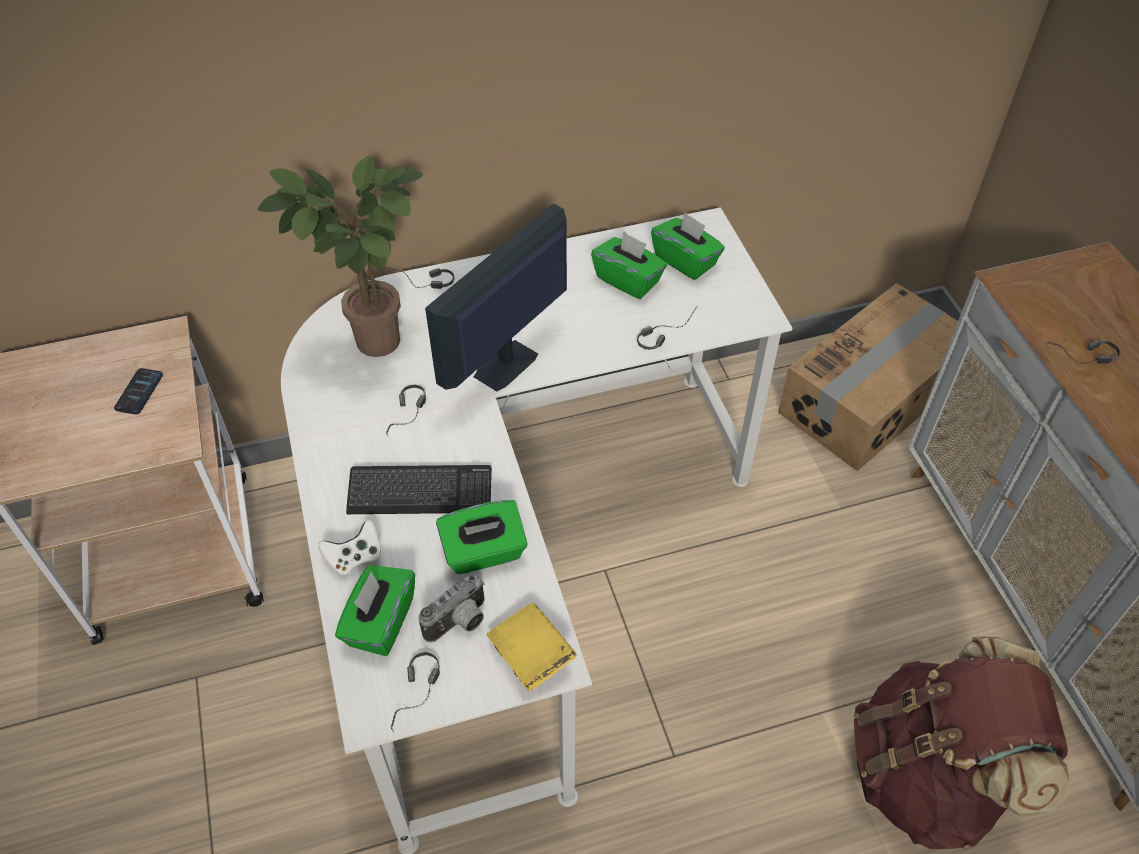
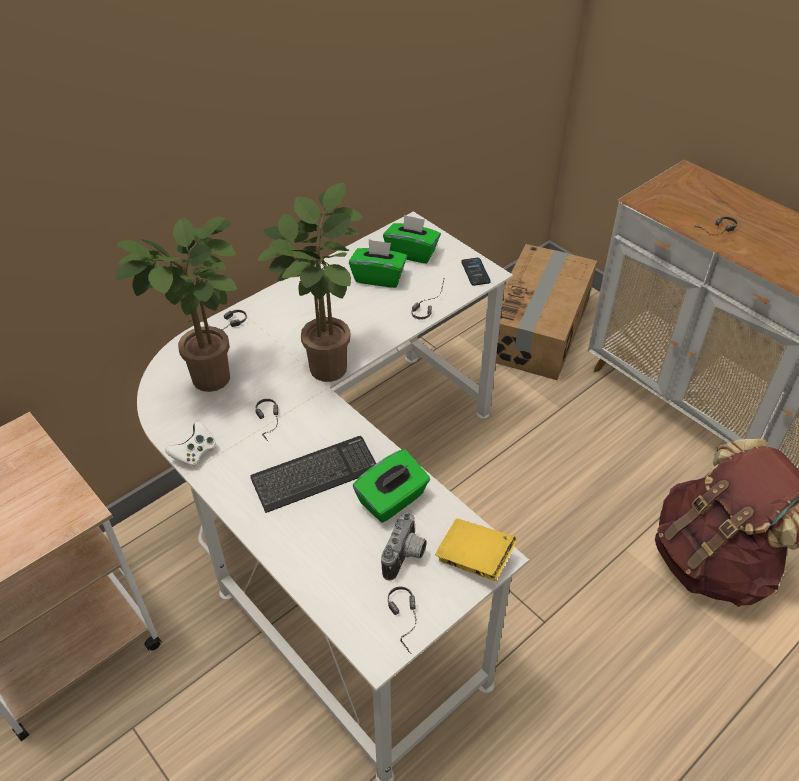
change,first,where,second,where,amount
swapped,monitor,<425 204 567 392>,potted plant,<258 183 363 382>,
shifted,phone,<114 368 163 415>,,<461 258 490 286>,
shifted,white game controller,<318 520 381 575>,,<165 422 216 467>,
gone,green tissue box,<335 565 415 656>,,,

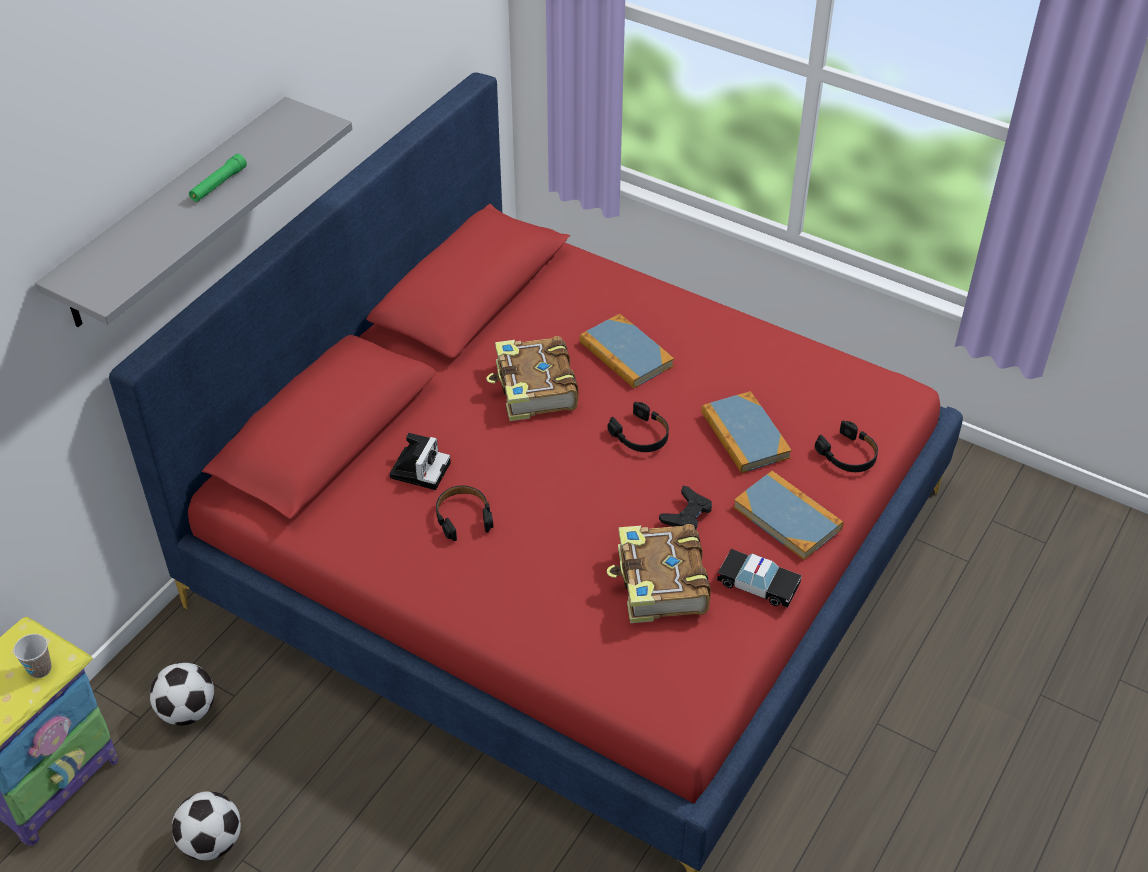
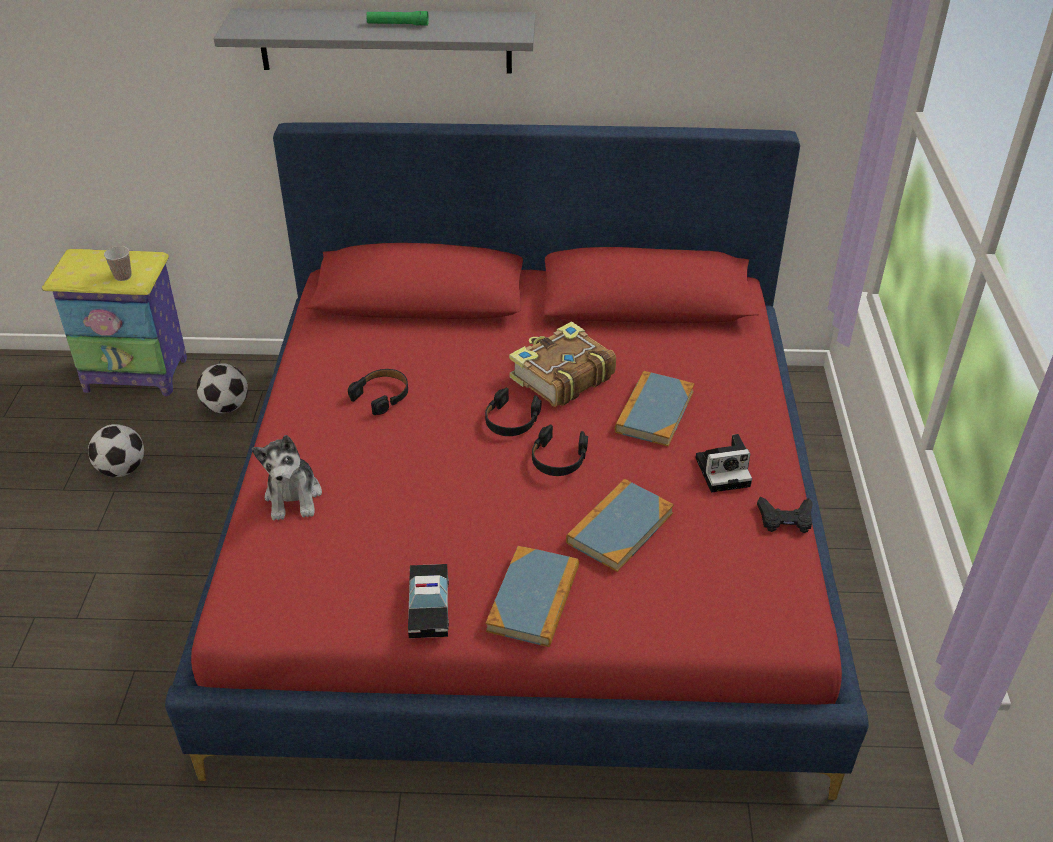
change,first,where,second,where,amount
shifted,black headphones,<815 420 878 472>,,<485 388 542 436>,
shifted,photo camera,<390 433 451 490>,,<696 434 752 492>,
shifted,black game controller,<659 485 712 530>,,<757 496 813 533>,
gone,book,<607 524 711 623>,,,
new,,,plush toy,<252 435 322 521>,

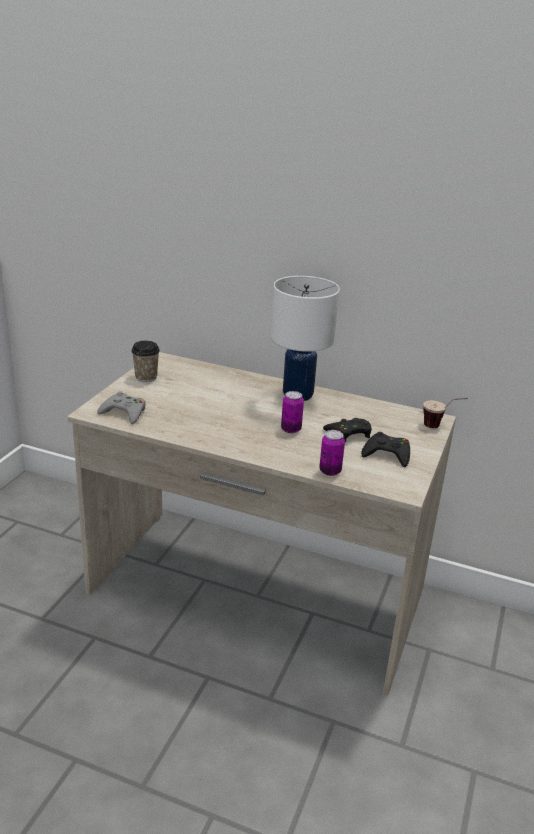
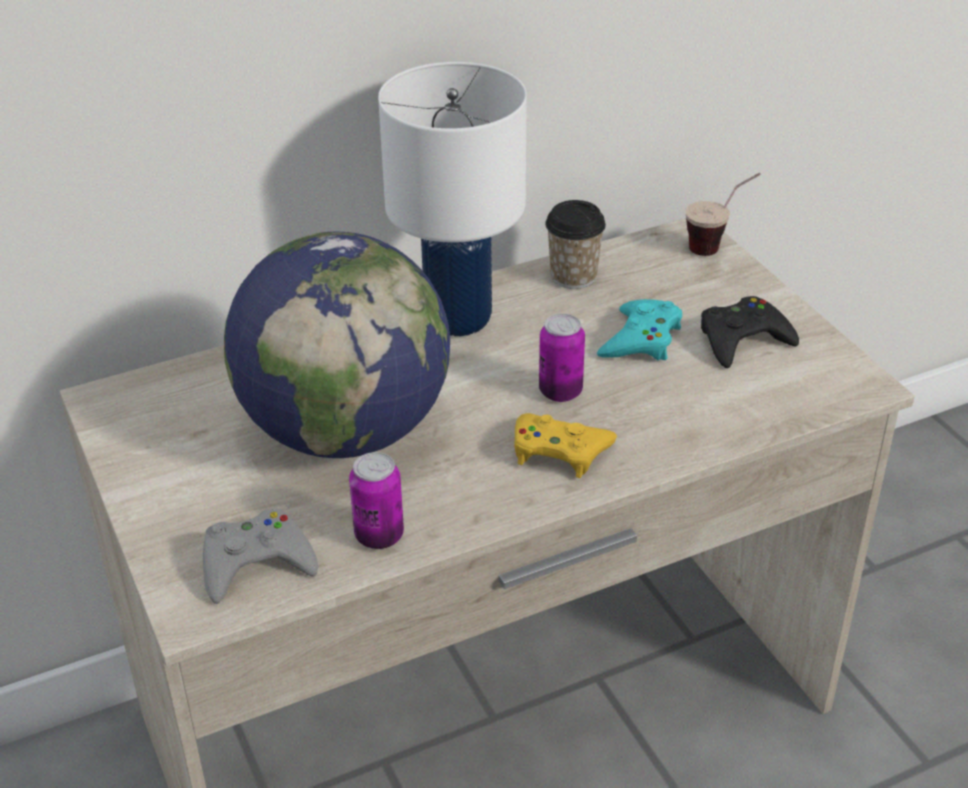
change,first,where,second,where,amount
shifted,cup,<131 341 160 382>,,<545 200 606 289>,
repainted,black game controller,<323 418 372 442>,turquoise game controller,<597 299 682 361>,
shifted,can,<319 430 345 476>,,<349 452 404 549>,
new,,,globe,<224 232 450 458>,
new,,,yellow game controller,<515 413 617 478>,

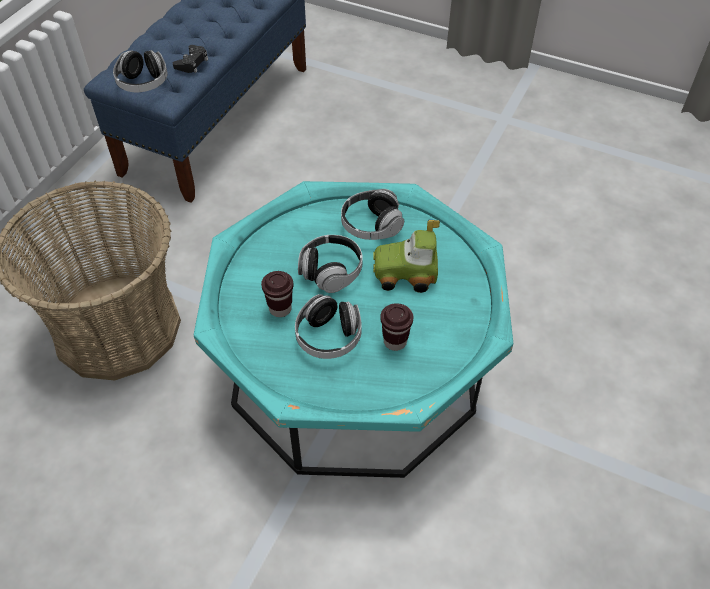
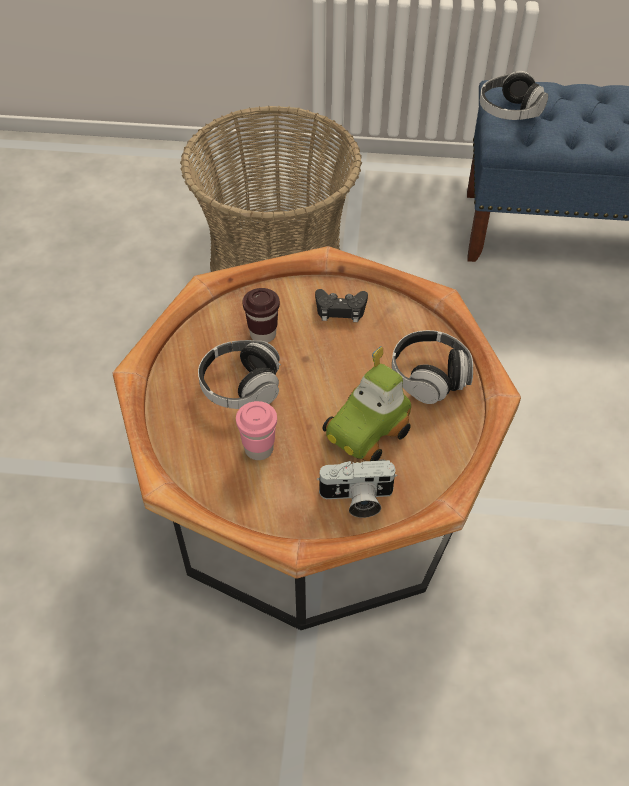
change,first,where,second,where,amount
shifted,black game controller,<173 45 208 73>,,<315 289 368 322>,
repainted,turquoise coffee table,<194 181 513 478>,brown coffee table,<112 246 521 630>,
rotated,toy car,<373 219 440 293>,,<322 346 411 461>,120 degrees counterclockwise
gone,headphones,<298 235 362 293>,,,
repainted,brown cup,<380 303 413 351>,pink cup,<236 401 277 460>,
new,,,photo camera,<317 459 398 518>,

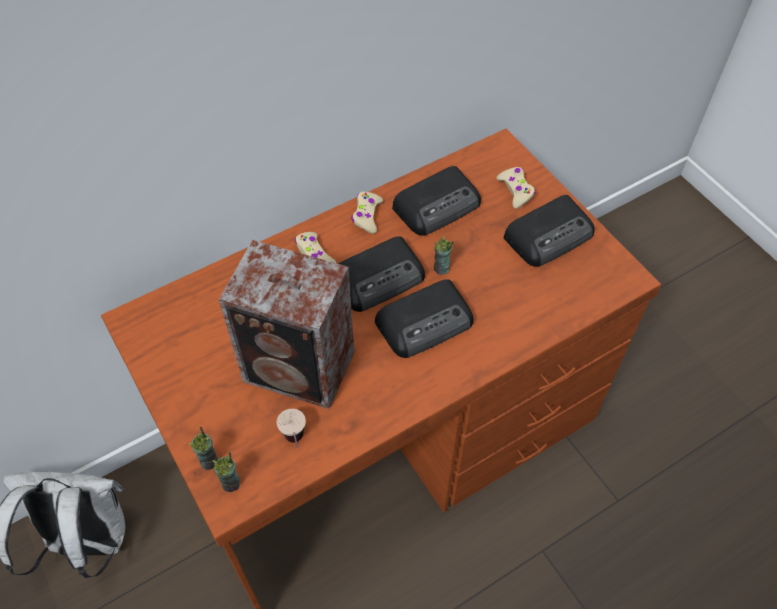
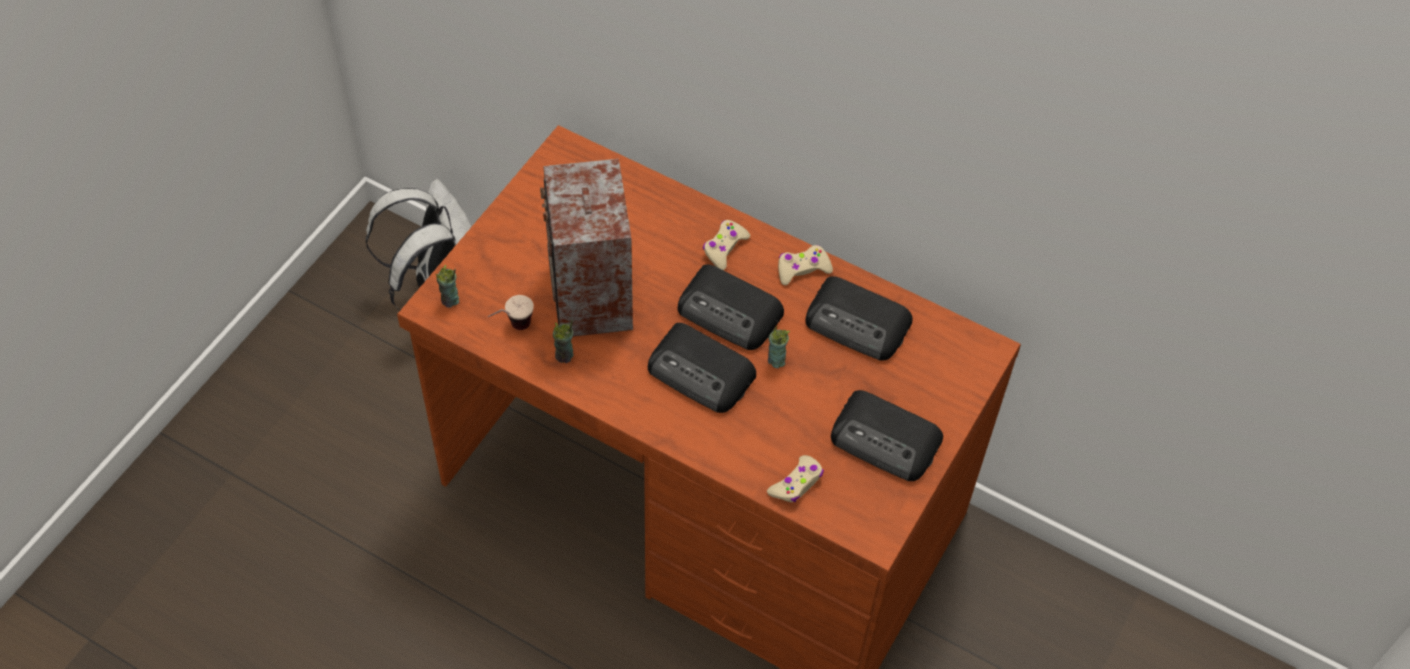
change,first,where,second,where,amount
shifted,beige game controller,<496 167 535 209>,,<767 455 824 502>,
shifted,cup,<188 426 218 470>,,<553 320 574 363>,

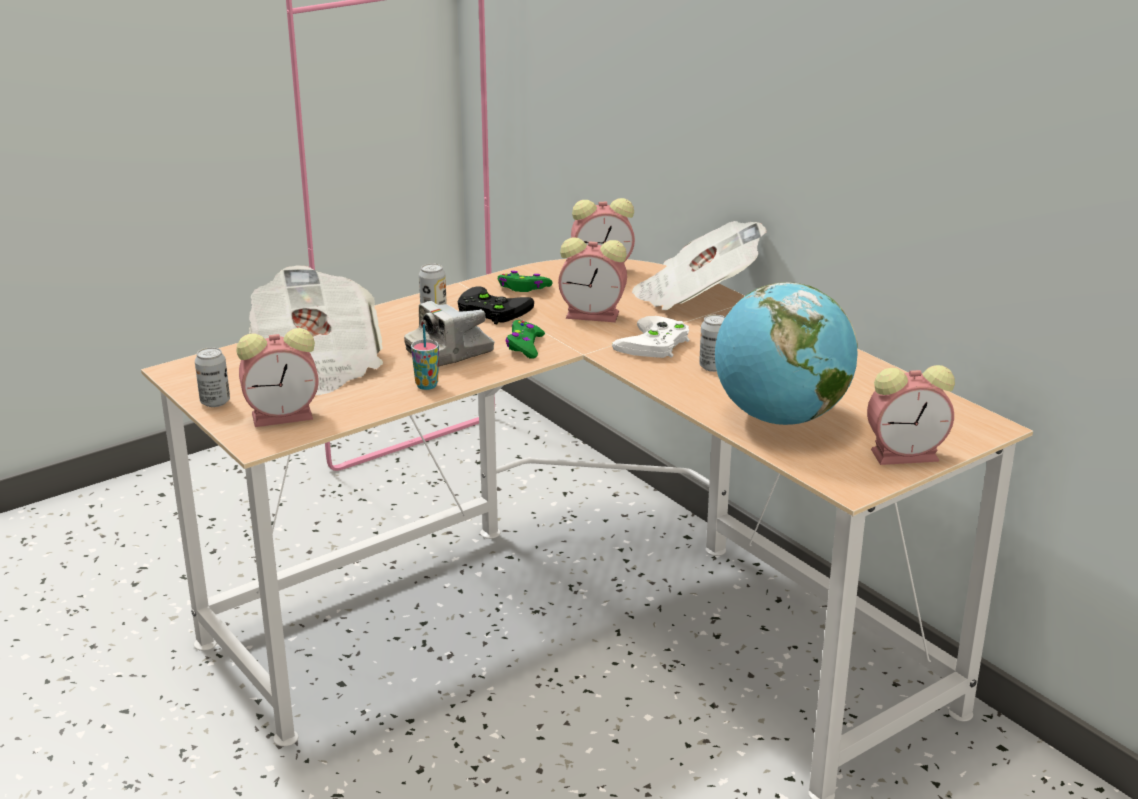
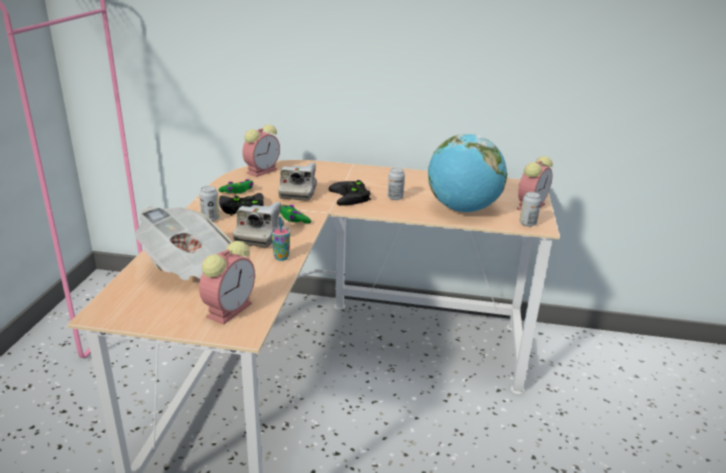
change,first,where,second,where,amount
gone,newspaper,<632 221 767 310>,,,
swapped,alarm clock,<558 237 627 322>,photo camera,<278 163 317 201>,
repainted,white game controller,<612 316 690 358>,black game controller,<328 180 371 206>,
shifted,can,<195 347 230 407>,,<520 192 541 227>,

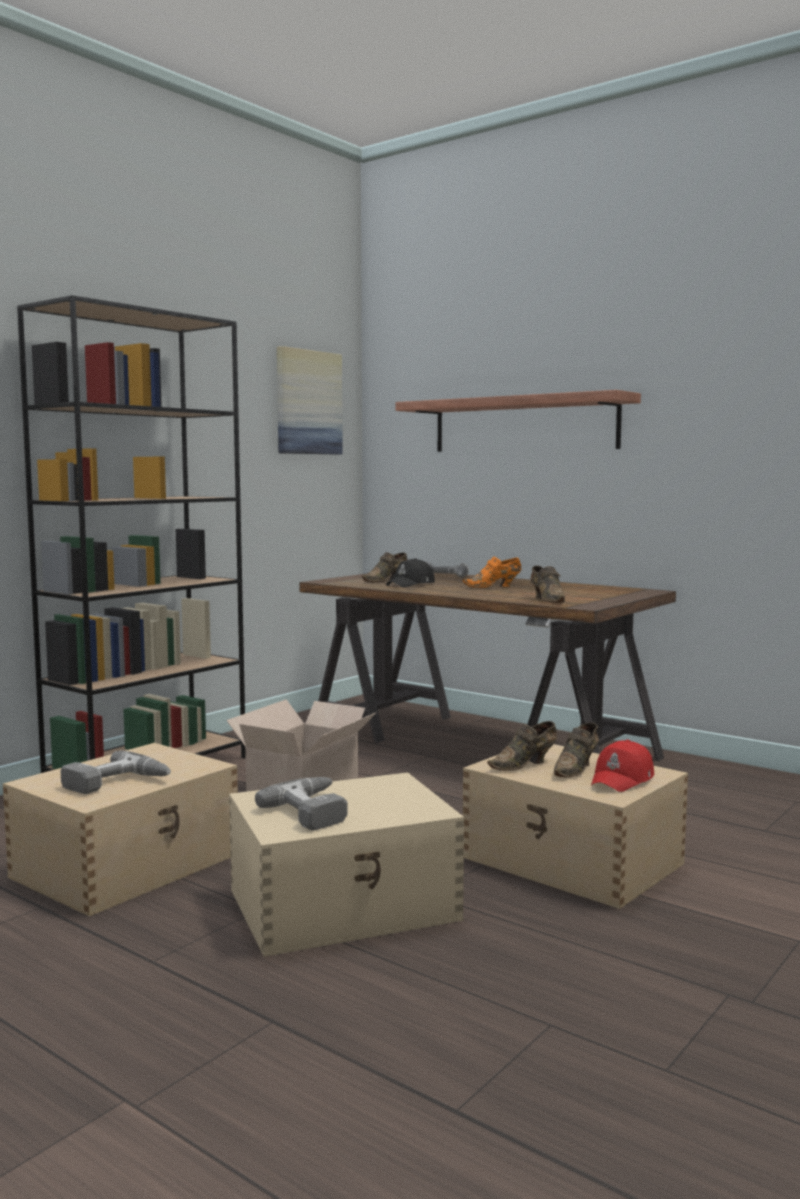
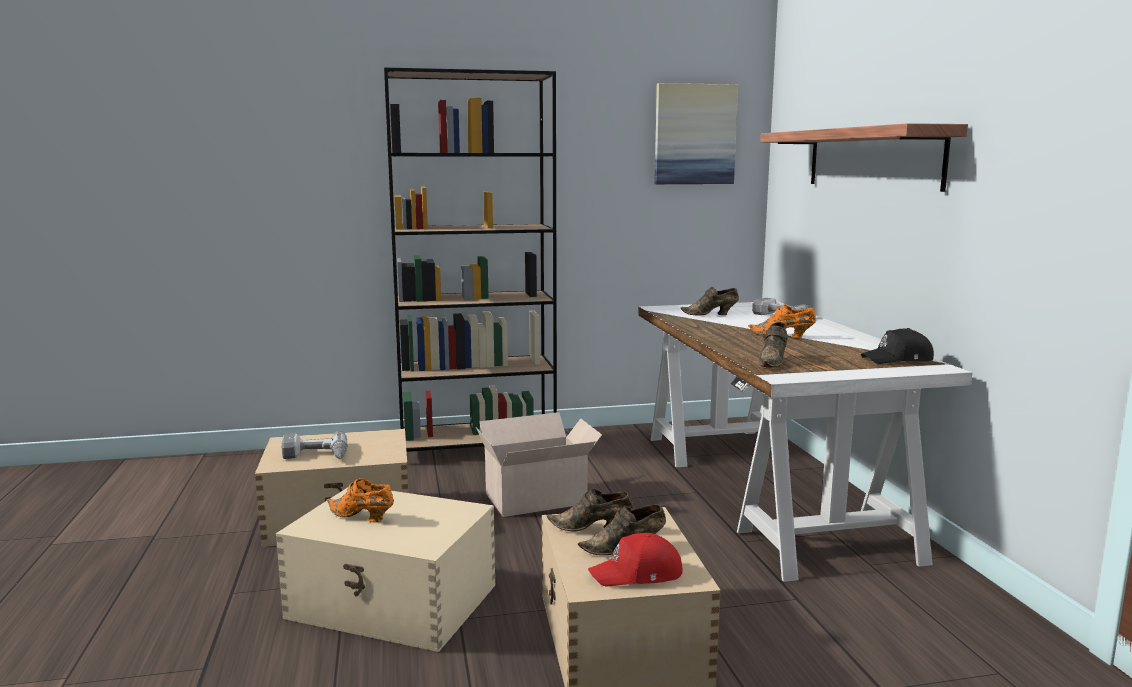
change,first,where,second,where,amount
shifted,black cap,<386 558 435 588>,,<861 328 934 364>,
repainted,brown desk,<299 573 676 761>,white desk,<638 301 973 582>,
swapped,power drill,<255 777 348 831>,orange shoe,<326 478 394 523>,

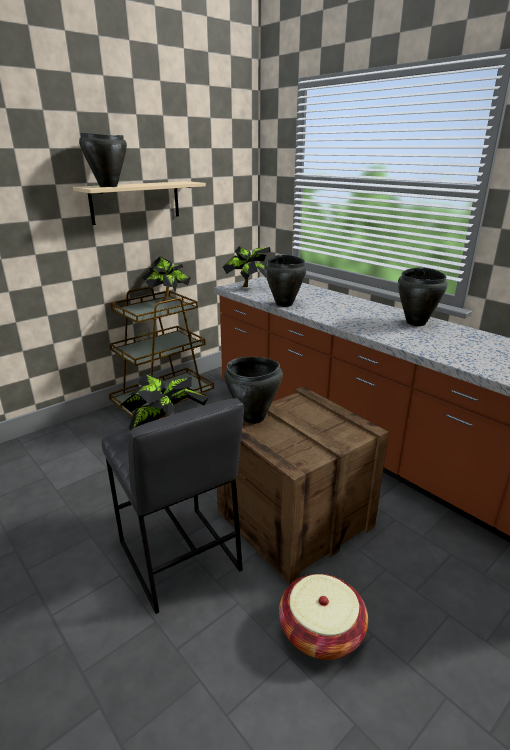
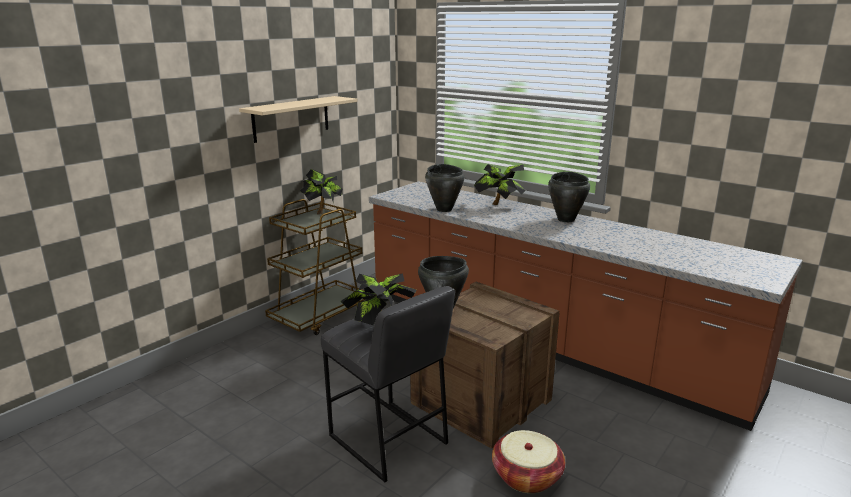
change,first,where,second,where,amount
gone,black cooking pot,<79 133 127 187>,,,
shifted,potted plant,<223 246 270 287>,,<474 164 526 205>,

